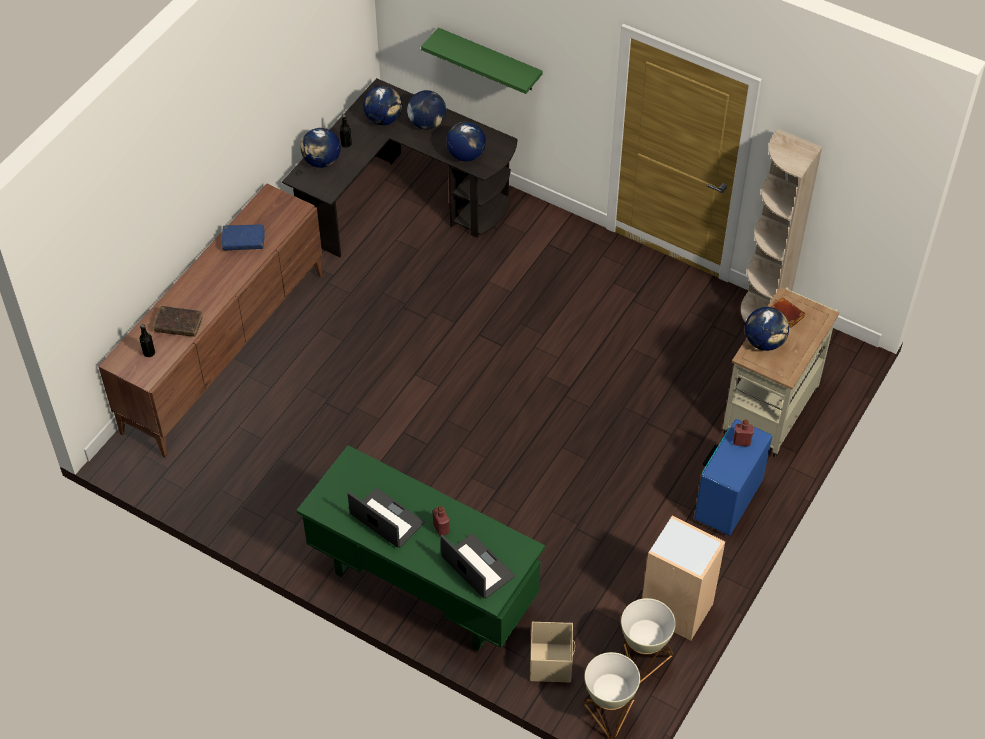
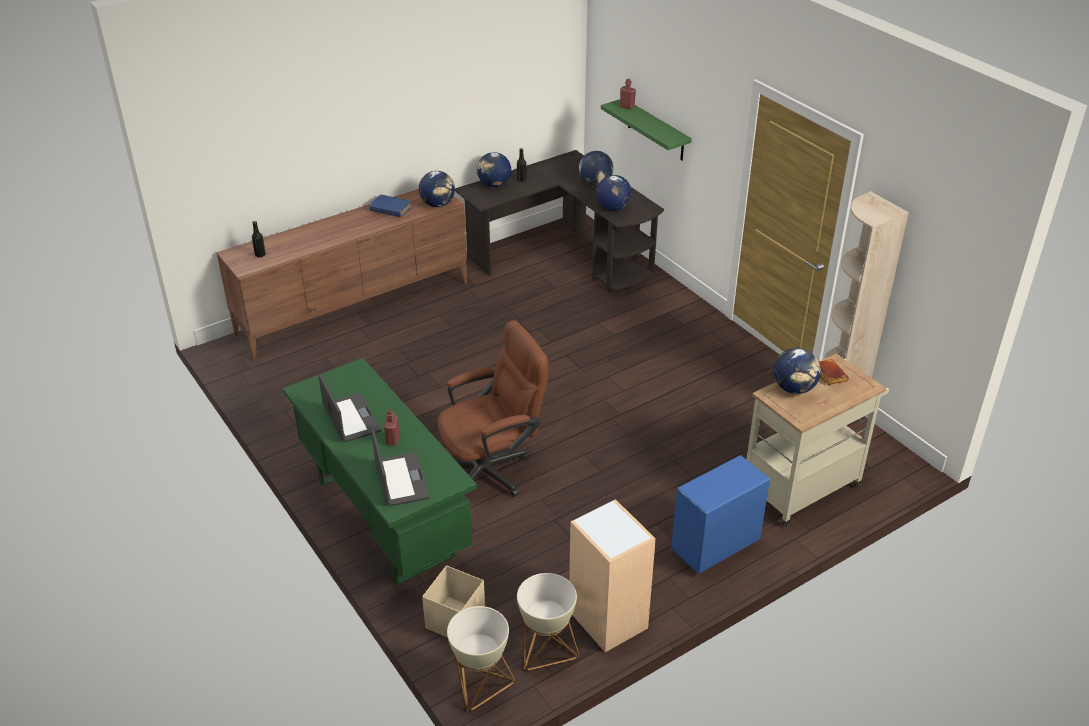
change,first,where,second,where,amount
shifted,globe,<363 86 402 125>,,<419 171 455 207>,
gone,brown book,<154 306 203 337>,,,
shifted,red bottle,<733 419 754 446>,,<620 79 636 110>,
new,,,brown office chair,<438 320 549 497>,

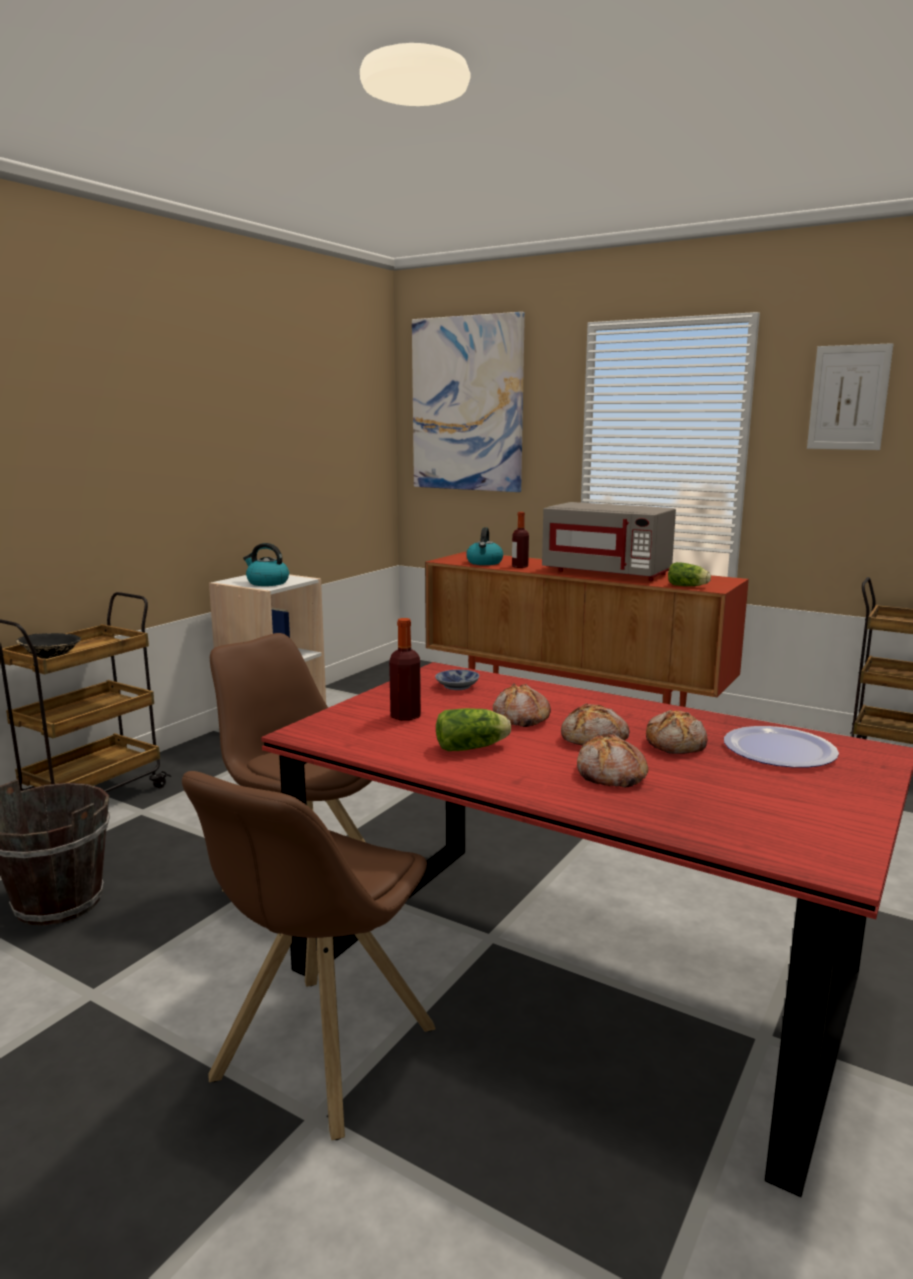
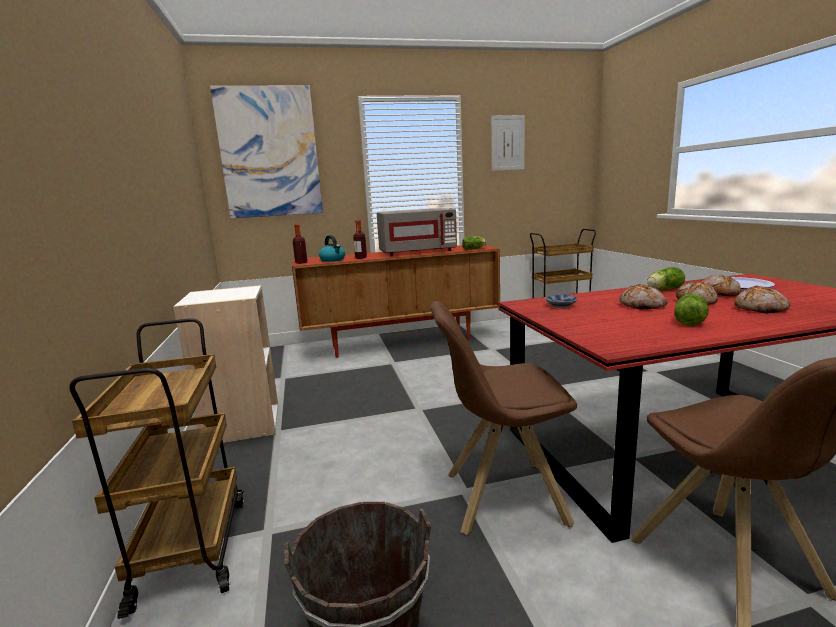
change,first,where,second,where,amount
gone,kettle,<243 543 289 586>,,,
shifted,bottle,<389 618 421 721>,,<293 224 307 264>,
gone,black bowl,<16 633 81 659>,,,
new,,,lettuce,<647 267 685 290>,

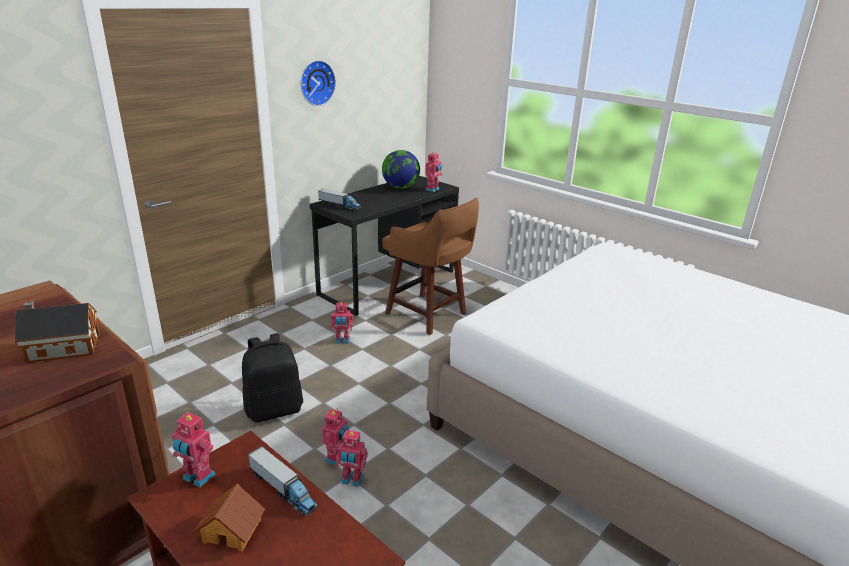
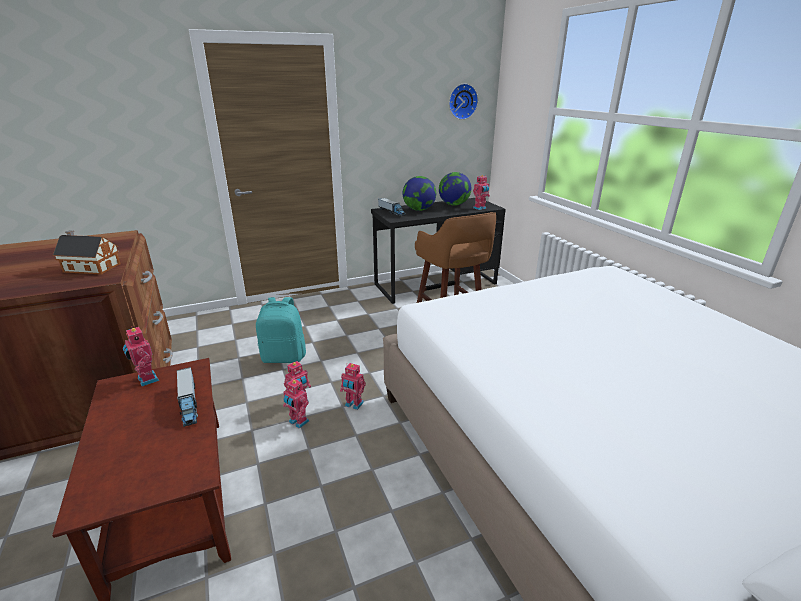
change,first,where,second,where,amount
shifted,wall clock,<301 60 336 106>,,<449 83 478 120>,
shifted,toy robot,<331 302 353 344>,,<340 363 366 410>,
repainted,black backpack,<242 333 303 423>,turquoise backpack,<256 297 306 363>,
gone,toy house,<193 483 265 551>,,,
new,,,globe,<403 176 436 211>,

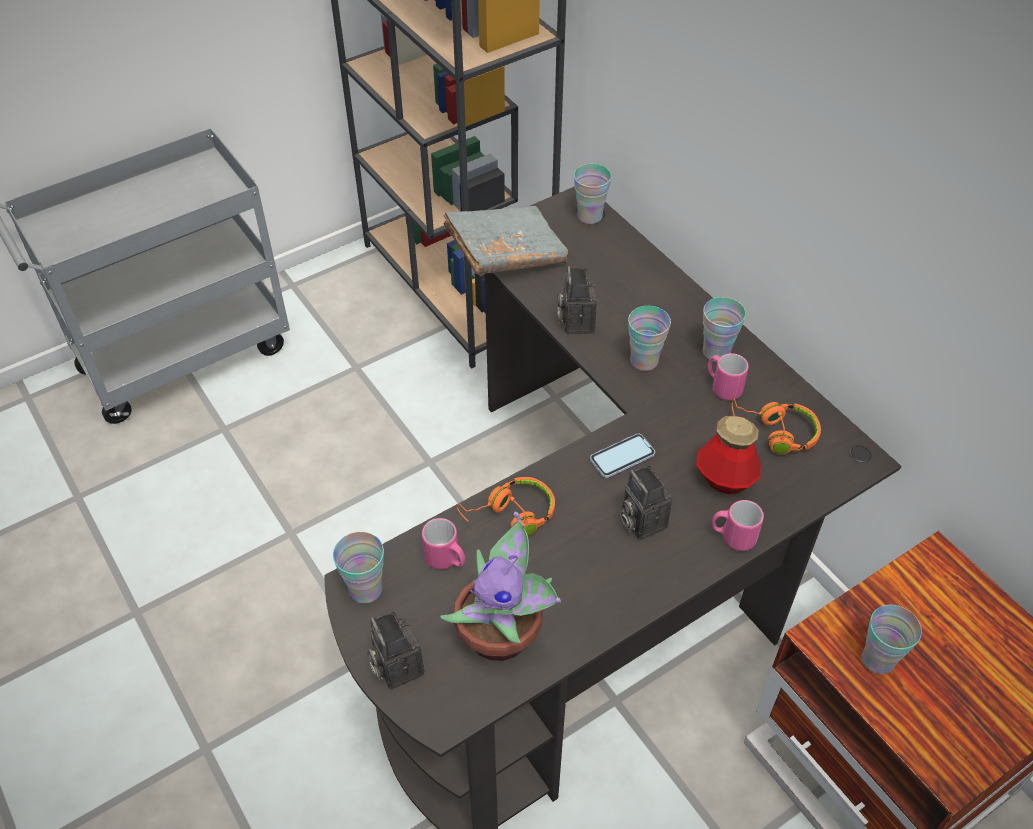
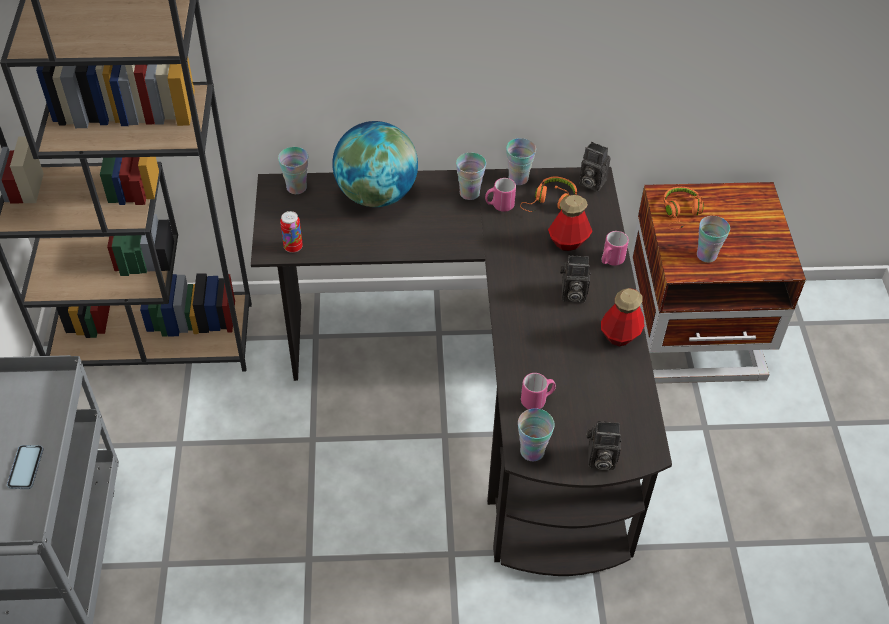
change,first,where,second,where,amount
swapped,grey book,<443 206 568 274>,can,<280 211 303 253>,
shifted,photo camera,<557 266 597 334>,,<579 142 610 192>,
shifted,cup,<628 306 671 371>,,<506 138 536 185>,
shifted,phone,<590 434 655 478>,,<7 445 43 489>,
shifted,orange headphones,<457 477 555 536>,,<663 187 704 230>,
gone,potted plant,<440 511 561 661>,,,
new,,,globe,<332 121 418 207>,
new,,,bottle,<601 288 644 346>,

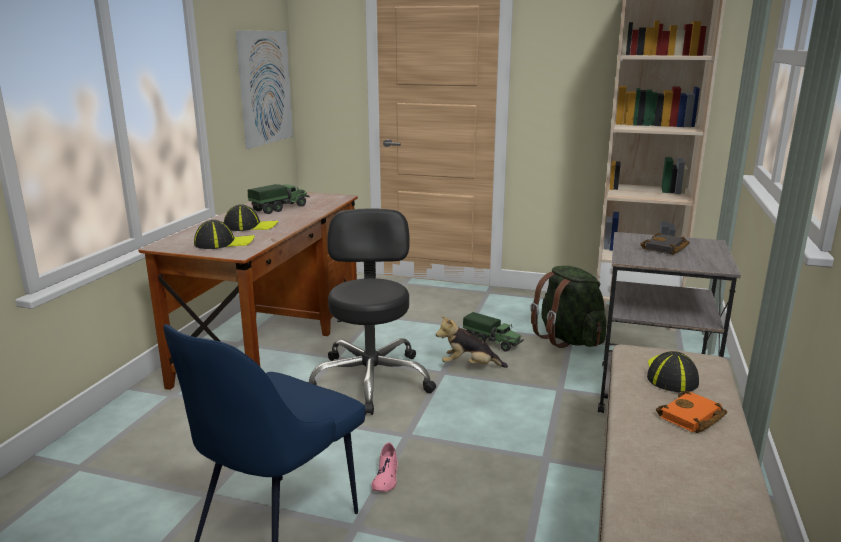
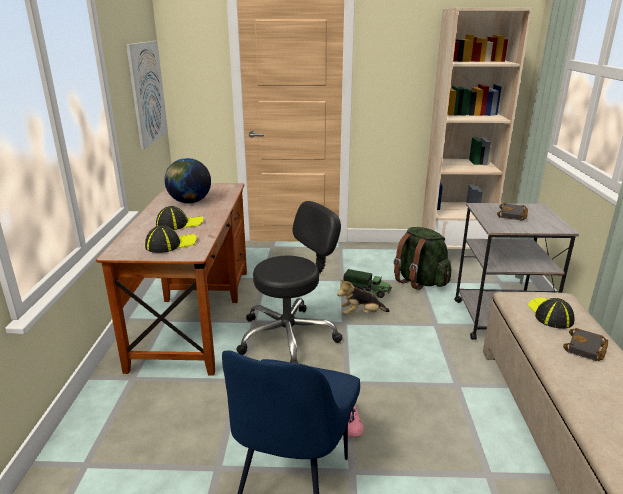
change,first,where,second,where,amount
swapped,toy truck,<248 184 309 214>,globe,<165 158 211 204>,
rotated,black office chair,<308 209 436 415>,,<236 201 342 363>,75 degrees clockwise
repainted,orange book,<656 391 727 433>,black book,<563 328 608 361>,

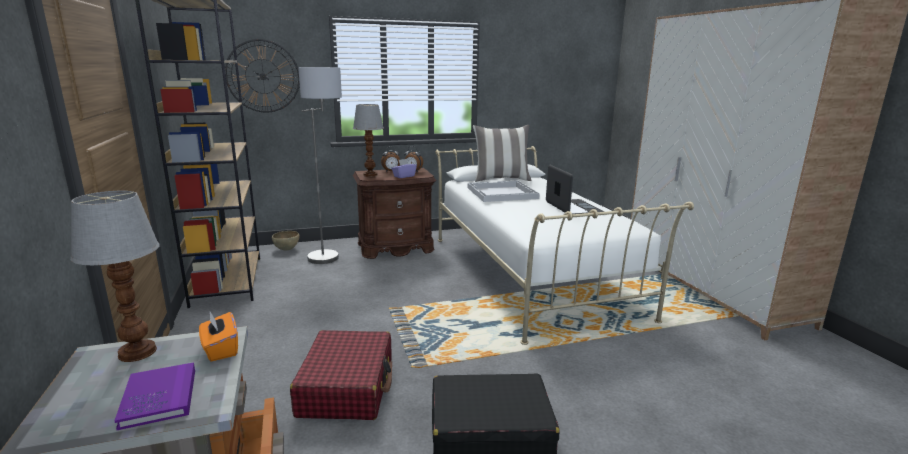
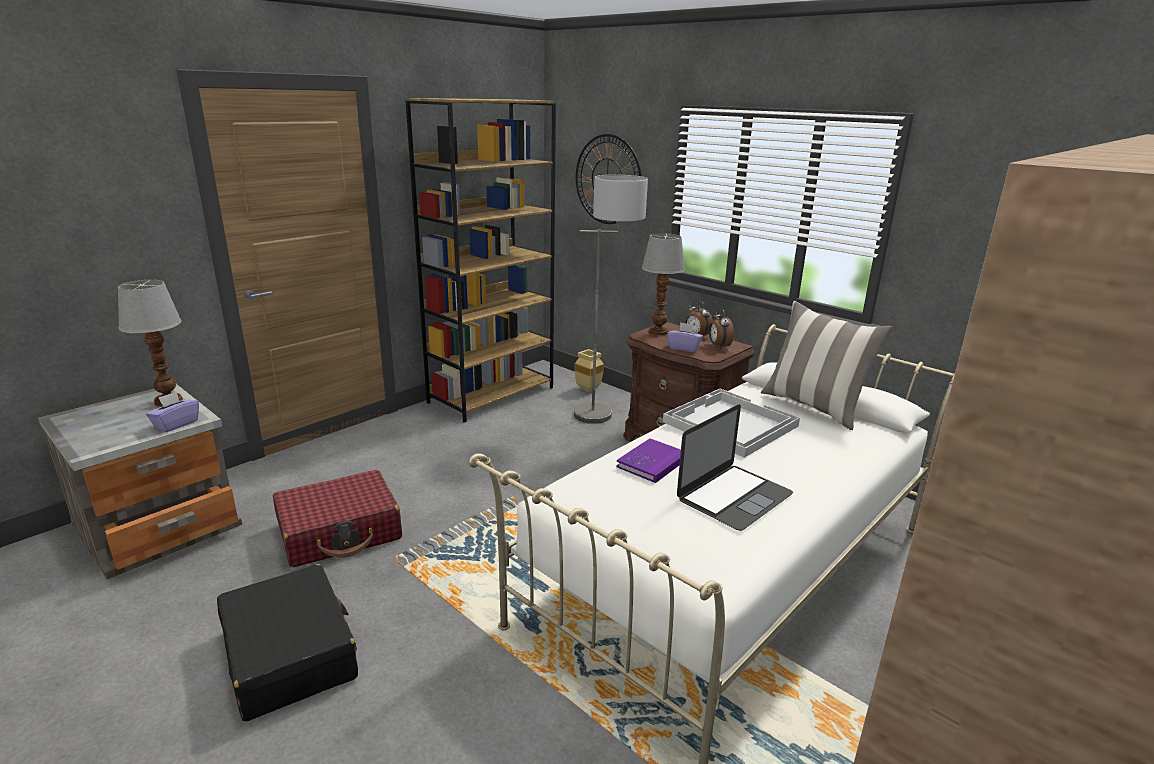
change,first,where,second,where,amount
swapped,brown bowl,<272 231 300 250>,beige vase,<574 349 604 392>,
repainted,orange tissue box,<199 312 238 362>,purple tissue box,<146 391 199 432>,
shifted,purple book,<114 362 195 430>,,<616 438 681 483>,

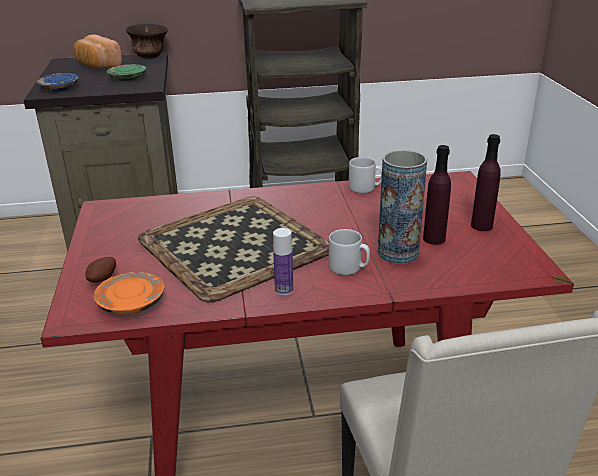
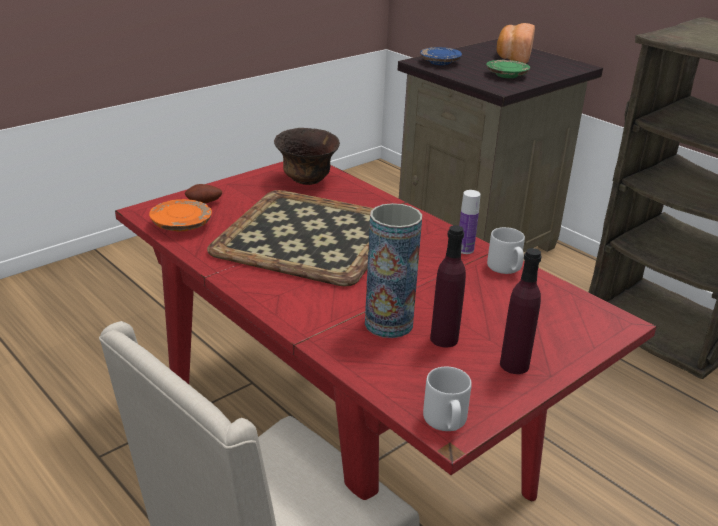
change,first,where,second,where,amount
shifted,brown bowl,<125 24 168 59>,,<274 128 340 185>,
shifted,bottle,<273 228 293 295>,,<459 190 481 254>,
shifted,grey mug,<329 229 370 275>,,<423 366 472 431>,

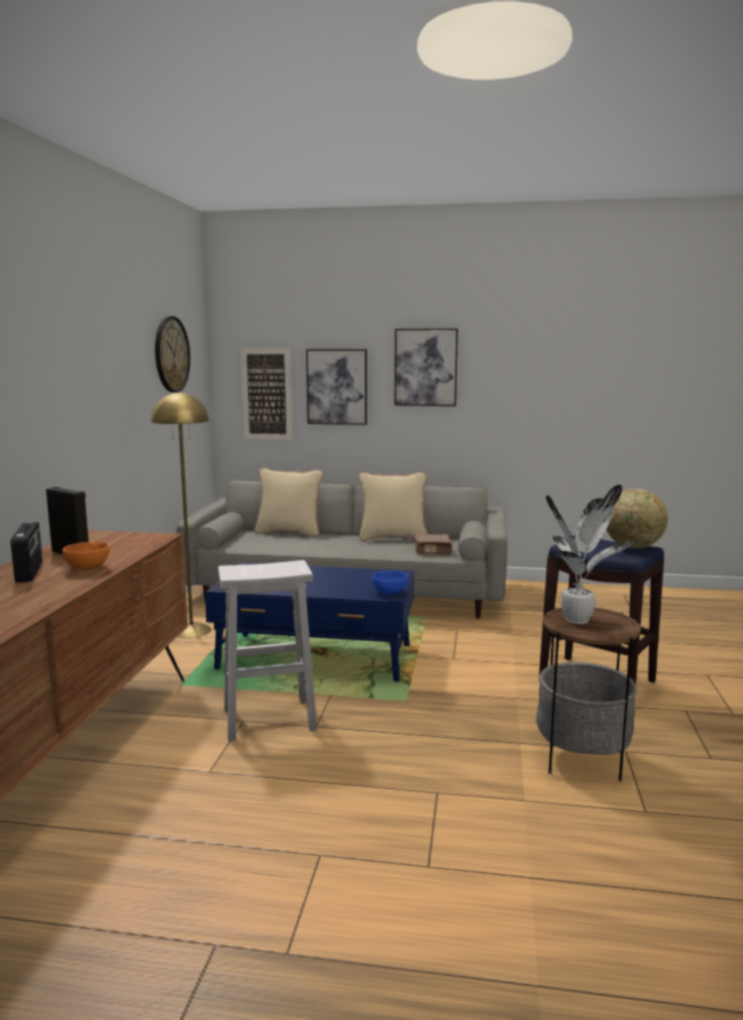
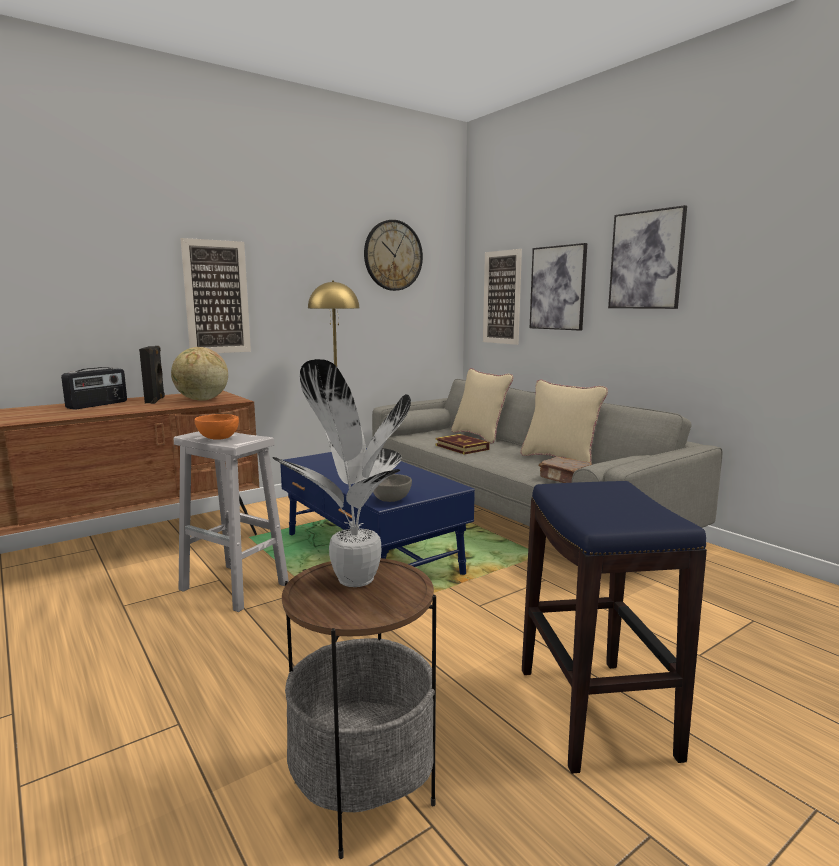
change,first,where,second,where,amount
shifted,globe,<606 489 668 548>,,<171 347 228 401>,
shifted,orange bowl,<62 542 110 570>,,<194 414 239 440>,
repainted,blue bowl,<372 570 408 595>,grey bowl,<373 474 412 502>,
new,,,picture,<180 238 251 353>,
new,,,book,<435 434 490 455>,

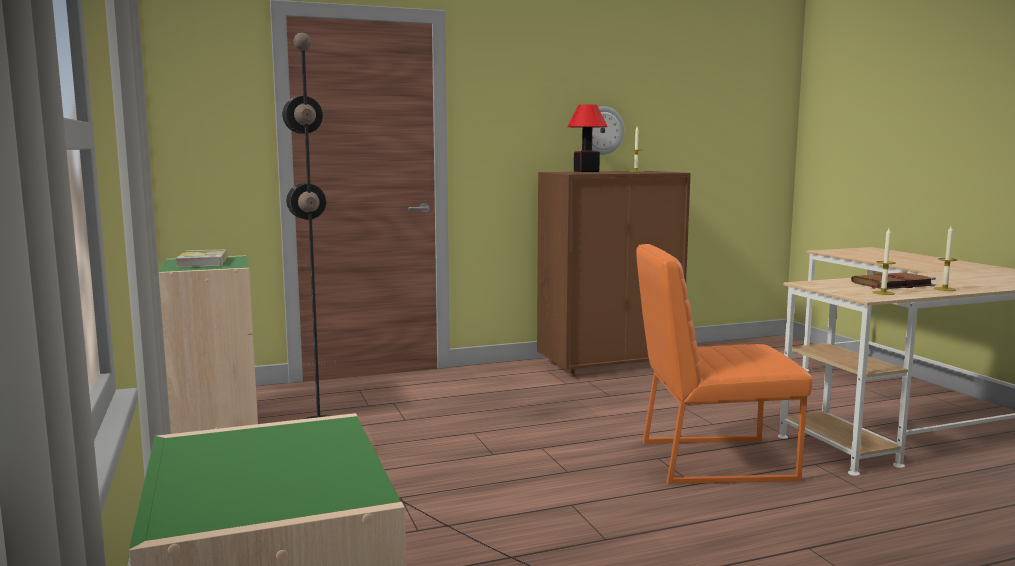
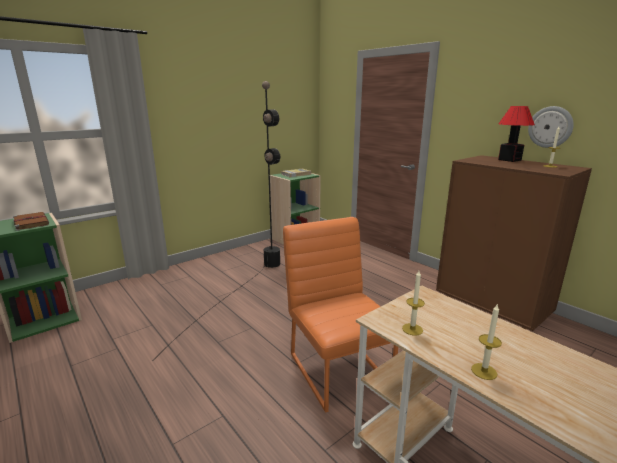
change,first,where,second,where,amount
shifted,brown book,<851 272 936 290>,,<13 212 49 231>,

